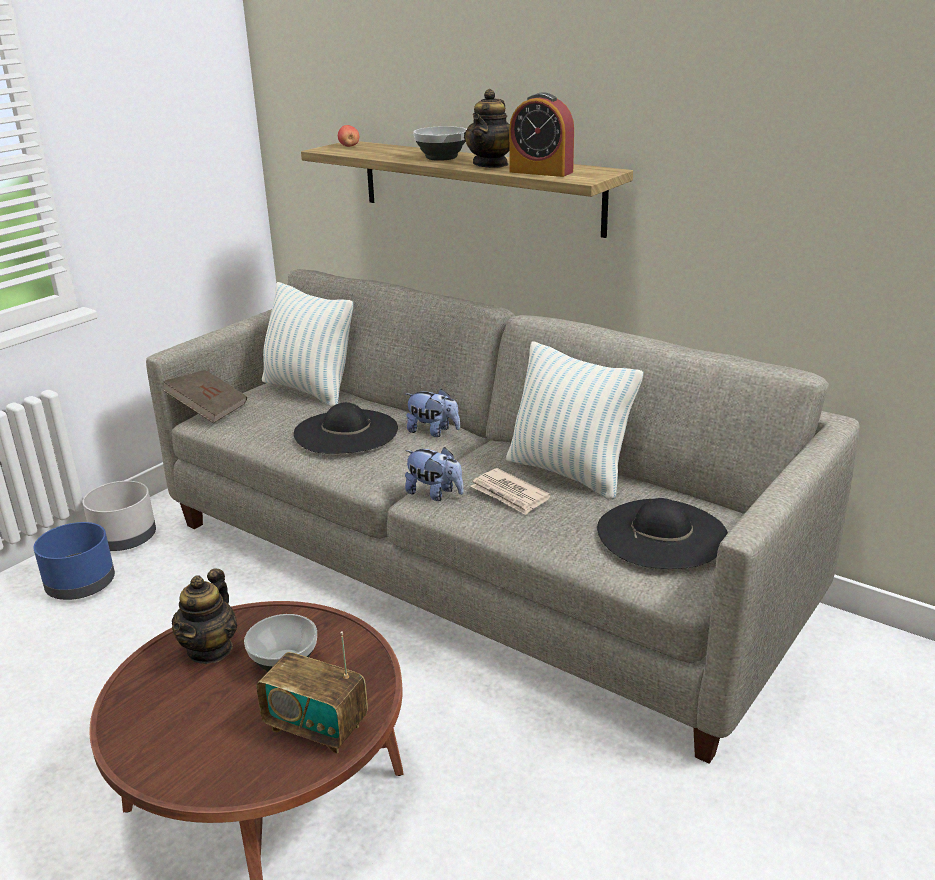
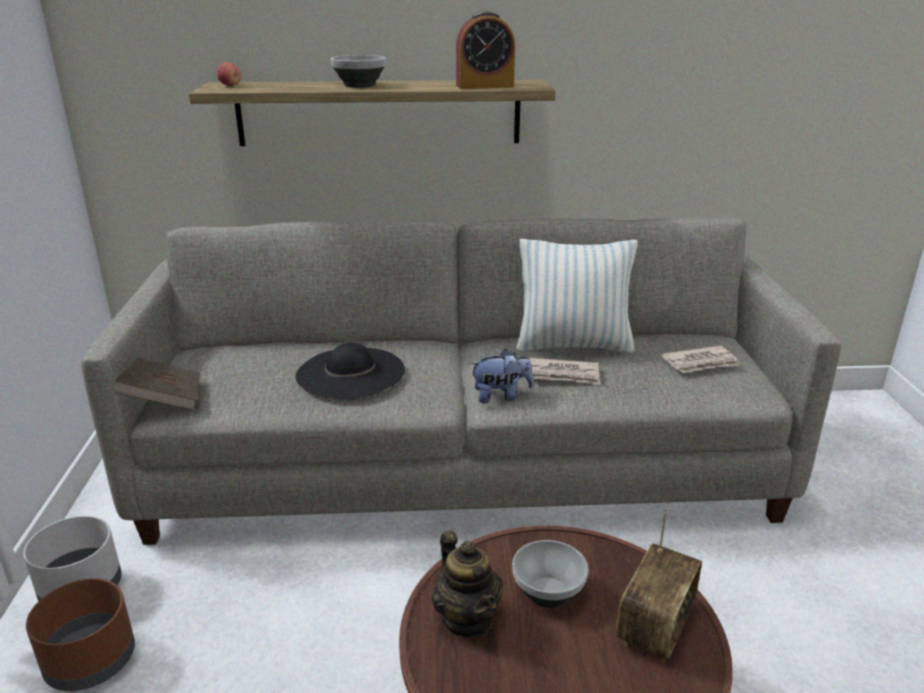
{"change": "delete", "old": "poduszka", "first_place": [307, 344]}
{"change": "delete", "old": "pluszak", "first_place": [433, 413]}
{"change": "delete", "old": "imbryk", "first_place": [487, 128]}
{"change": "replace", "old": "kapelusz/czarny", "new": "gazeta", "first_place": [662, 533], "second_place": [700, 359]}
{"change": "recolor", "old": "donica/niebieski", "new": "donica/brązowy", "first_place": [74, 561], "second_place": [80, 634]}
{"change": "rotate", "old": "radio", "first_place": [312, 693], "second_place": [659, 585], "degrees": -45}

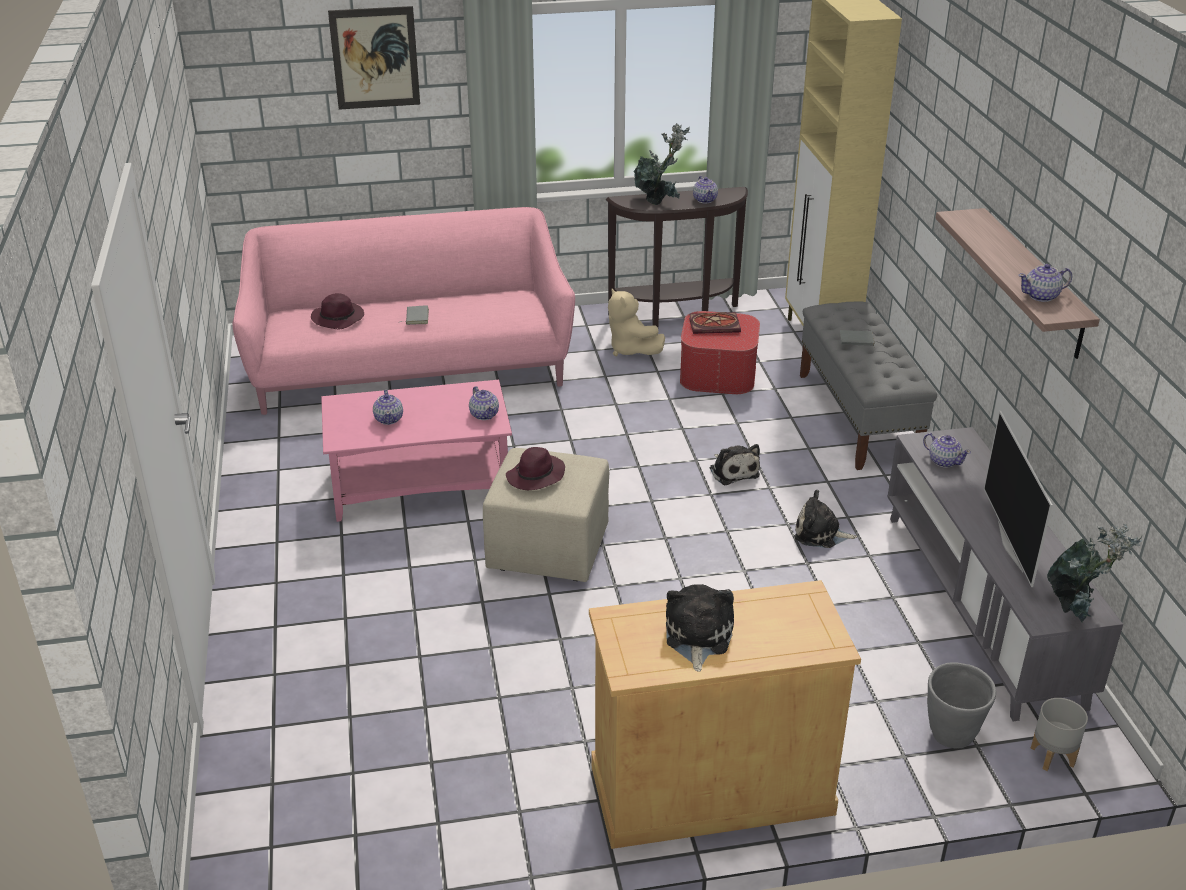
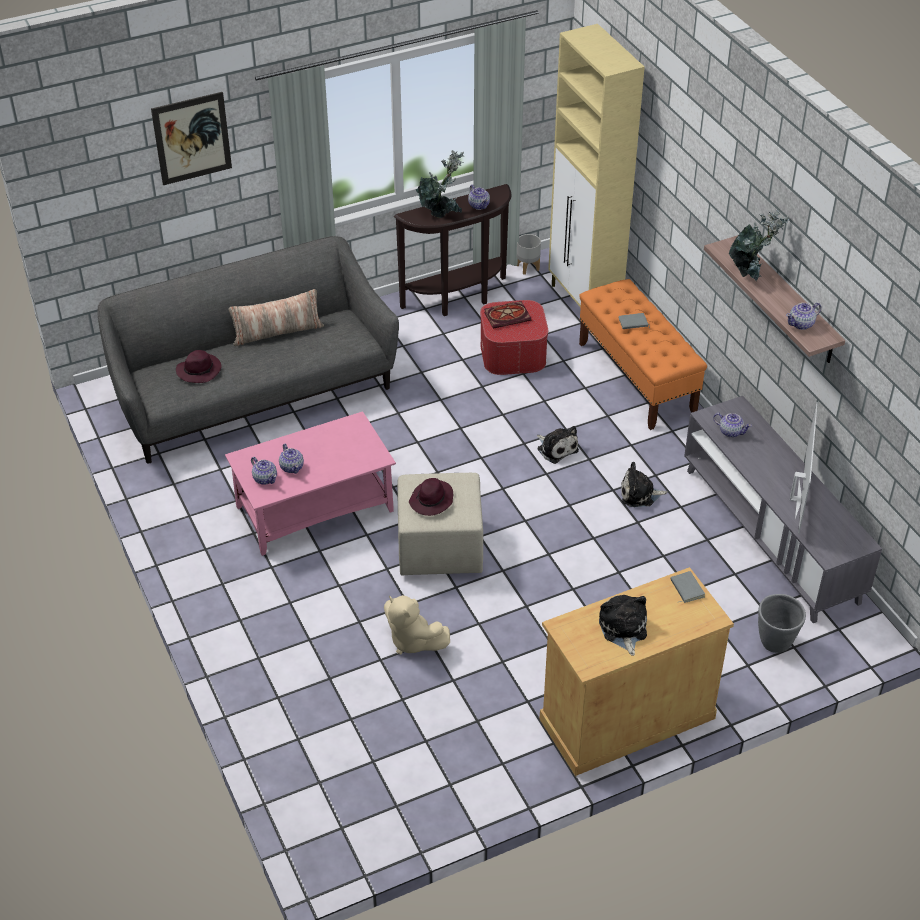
{"change": "insert", "new": "poduszka", "second_place": [276, 317]}
{"change": "move", "old": "książka/szary", "first_place": [414, 315], "second_place": [687, 587]}
{"change": "move", "old": "imbryk", "first_place": [484, 403], "second_place": [264, 471]}
{"change": "move", "old": "pluszak/beżowy", "first_place": [636, 322], "second_place": [417, 624]}
{"change": "move", "old": "donica/szary", "first_place": [1059, 734], "second_place": [529, 254]}
{"change": "move", "old": "roślina doniczkowa", "first_place": [1094, 573], "second_place": [759, 245]}
{"change": "recolor", "old": "kanapa/różowy", "new": "kanapa/szary", "first_place": [403, 311], "second_place": [248, 350]}
{"change": "recolor", "old": "ławka/szary", "new": "ławka/pomarańczowy", "first_place": [868, 385], "second_place": [643, 354]}
{"change": "rotate", "old": "telewizor", "first_place": [1018, 499], "second_place": [804, 468], "degrees": -150}

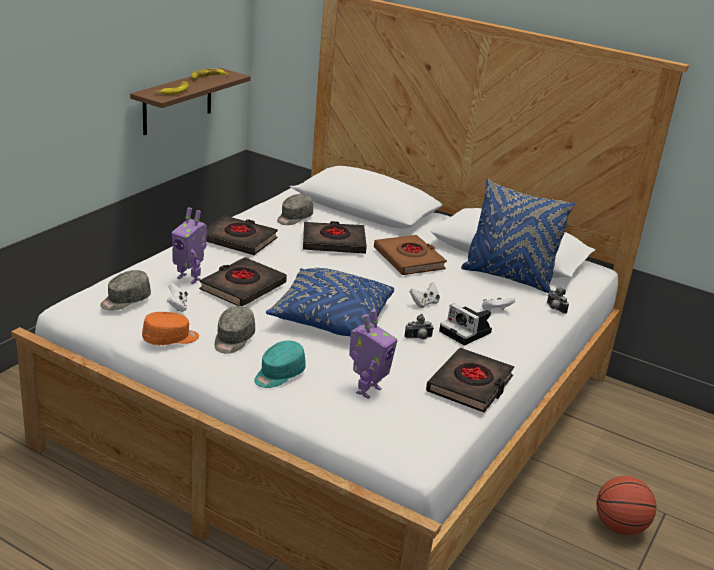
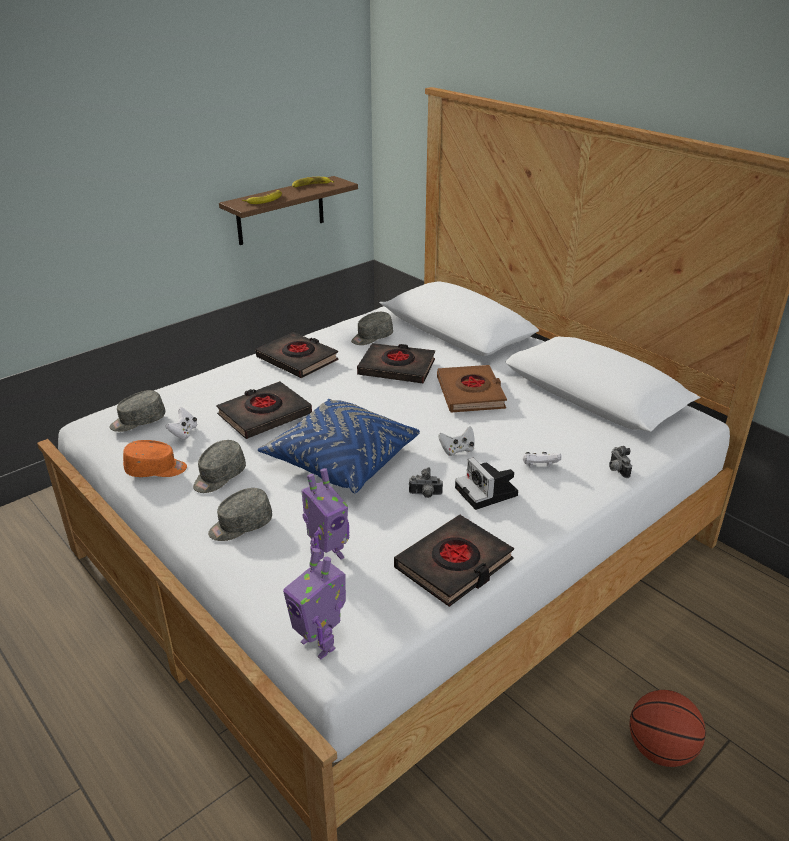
{"change": "delete", "old": "poduszka/niebieski", "first_place": [518, 236]}
{"change": "move", "old": "robot zabawkowy", "first_place": [189, 245], "second_place": [314, 604]}
{"change": "recolor", "old": "czapka z daszkiem/turkusowy", "new": "czapka z daszkiem/szary", "first_place": [279, 364], "second_place": [240, 514]}

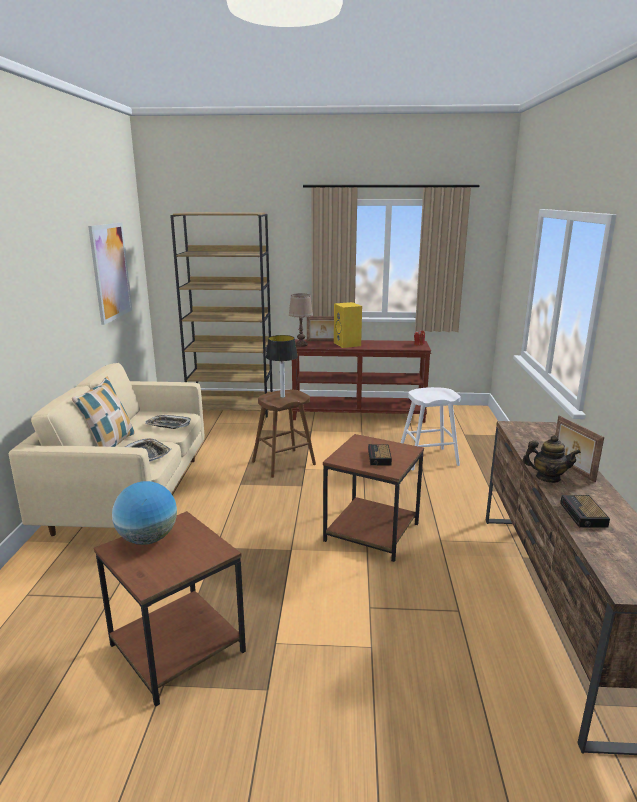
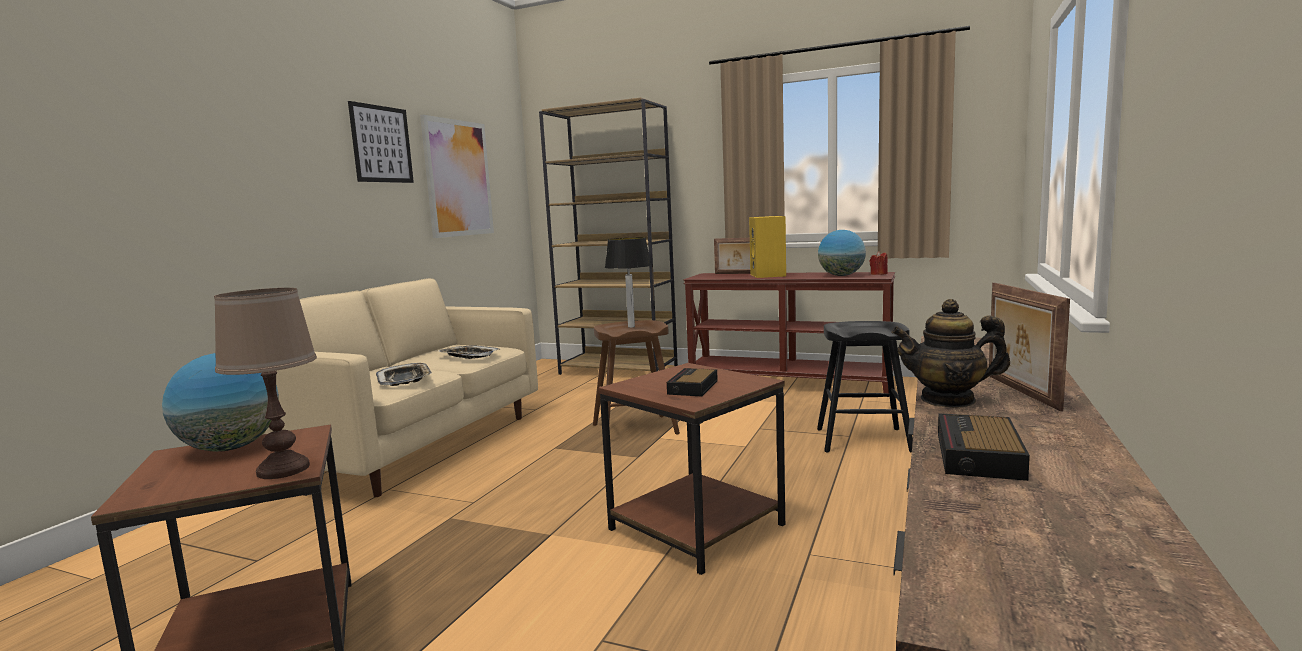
{"change": "delete", "old": "poduszka", "first_place": [103, 412]}
{"change": "insert", "new": "obraz", "second_place": [381, 142]}
{"change": "insert", "new": "globus", "second_place": [842, 253]}
{"change": "move", "old": "lampa stołowa/brązowy", "first_place": [301, 320], "second_place": [265, 383]}
{"change": "recolor", "old": "stołek/biały", "new": "stołek/czarny", "first_place": [431, 429], "second_place": [865, 387]}
{"change": "rotate", "old": "imbryk", "first_place": [552, 459], "second_place": [951, 353], "degrees": 150}

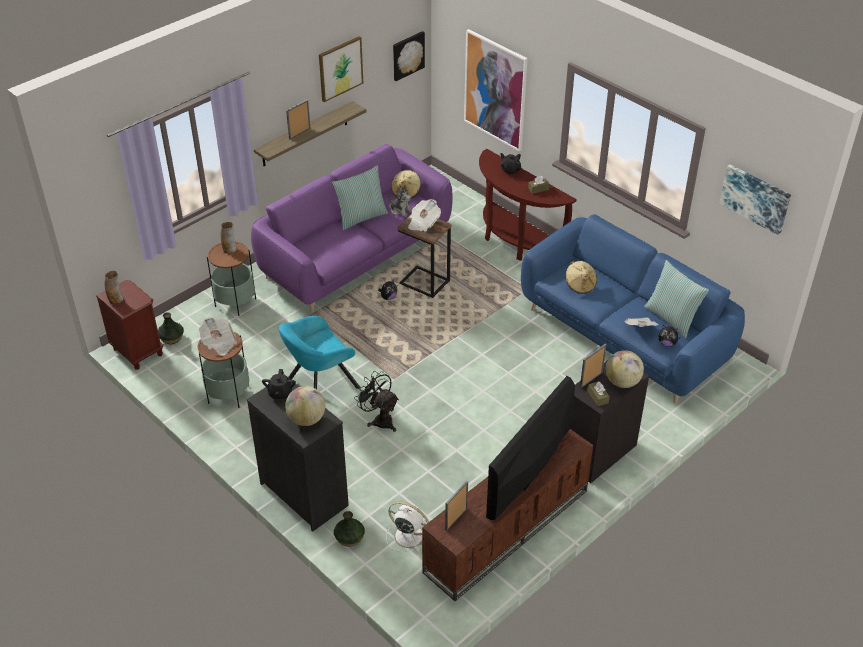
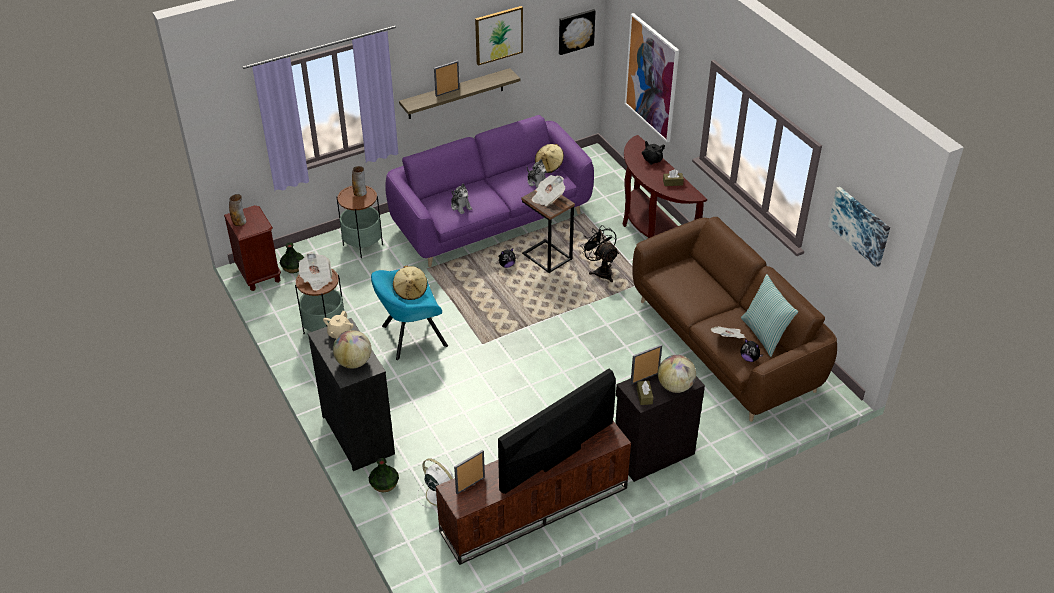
{"change": "delete", "old": "poduszka", "first_place": [360, 197]}
{"change": "insert", "new": "pluszak", "second_place": [461, 199]}
{"change": "move", "old": "wentylator/czarny", "first_place": [376, 401], "second_place": [599, 253]}
{"change": "move", "old": "kapelusz/beżowy", "first_place": [581, 277], "second_place": [410, 283]}
{"change": "recolor", "old": "imbryk/czarny", "new": "imbryk/beżowy", "first_place": [279, 384], "second_place": [338, 325]}
{"change": "recolor", "old": "kanapa/niebieski", "new": "kanapa/brązowy", "first_place": [633, 309], "second_place": [734, 319]}

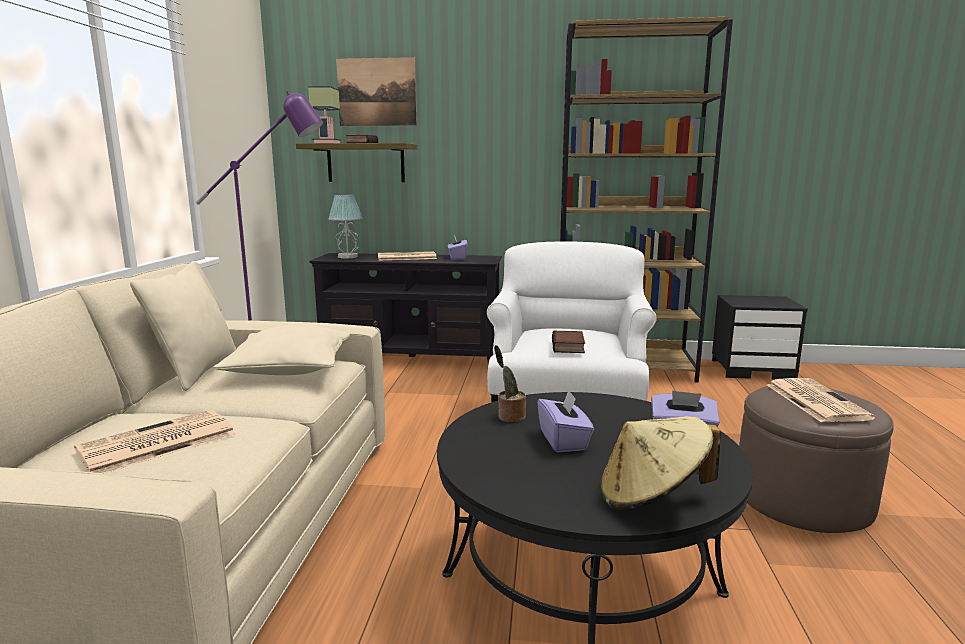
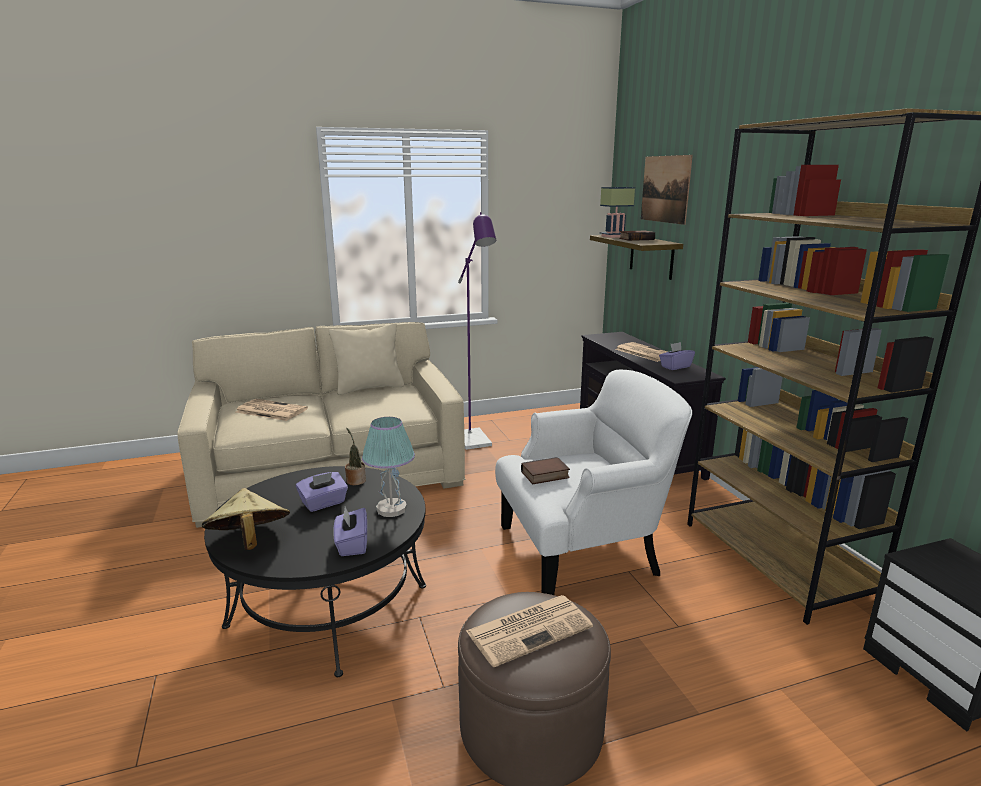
{"change": "delete", "old": "poduszka/beżowy", "first_place": [282, 350]}
{"change": "move", "old": "lampa stołowa", "first_place": [346, 226], "second_place": [388, 467]}

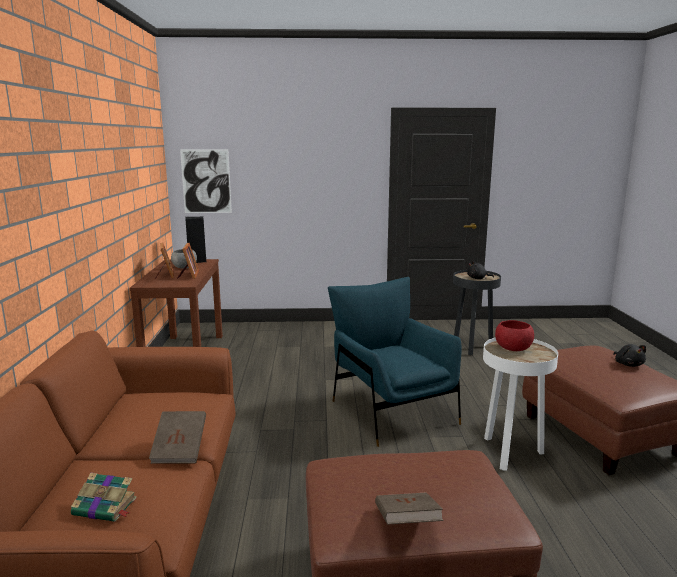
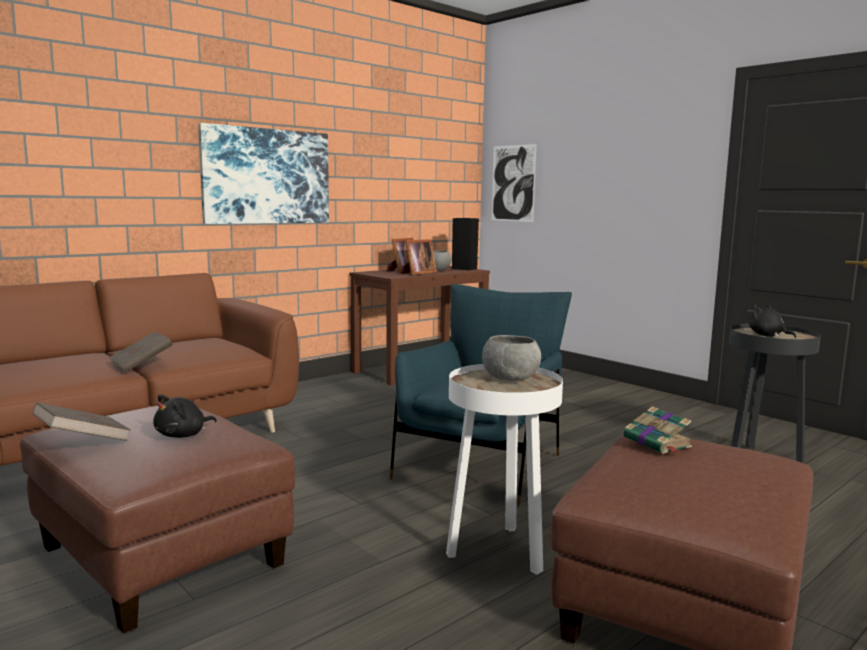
{"change": "insert", "new": "obraz", "second_place": [263, 173]}
{"change": "move", "old": "książka", "first_place": [104, 497], "second_place": [658, 430]}
{"change": "move", "old": "pluszak/czarny", "first_place": [629, 355], "second_place": [185, 416]}
{"change": "recolor", "old": "miska/czerwony", "new": "miska/szary", "first_place": [514, 335], "second_place": [511, 358]}

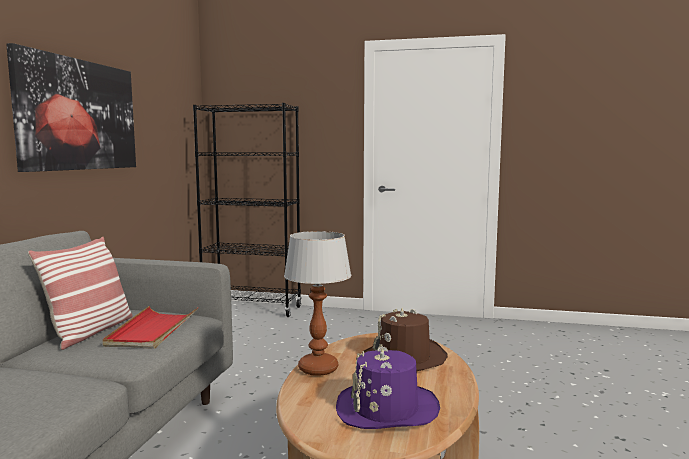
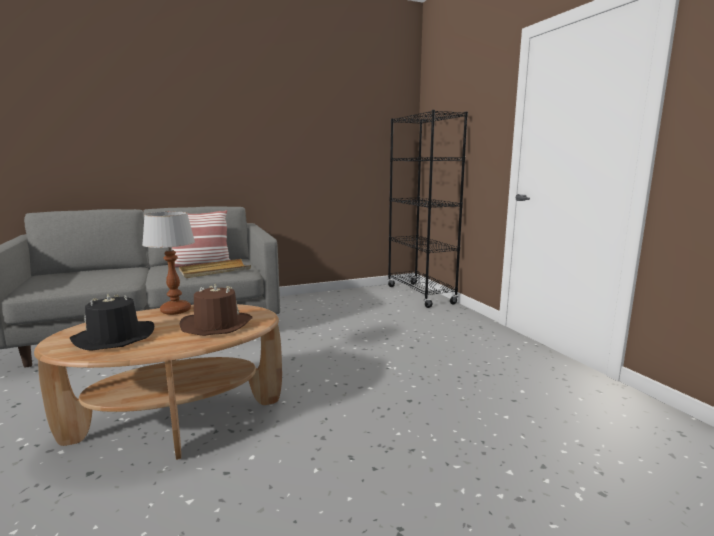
{"change": "delete", "old": "obraz", "first_place": [71, 107]}
{"change": "recolor", "old": "taca/czerwony", "new": "taca/beżowy", "first_place": [150, 327], "second_place": [215, 268]}
{"change": "recolor", "old": "kapelusz/fioletowy", "new": "kapelusz/czarny", "first_place": [388, 387], "second_place": [112, 322]}

